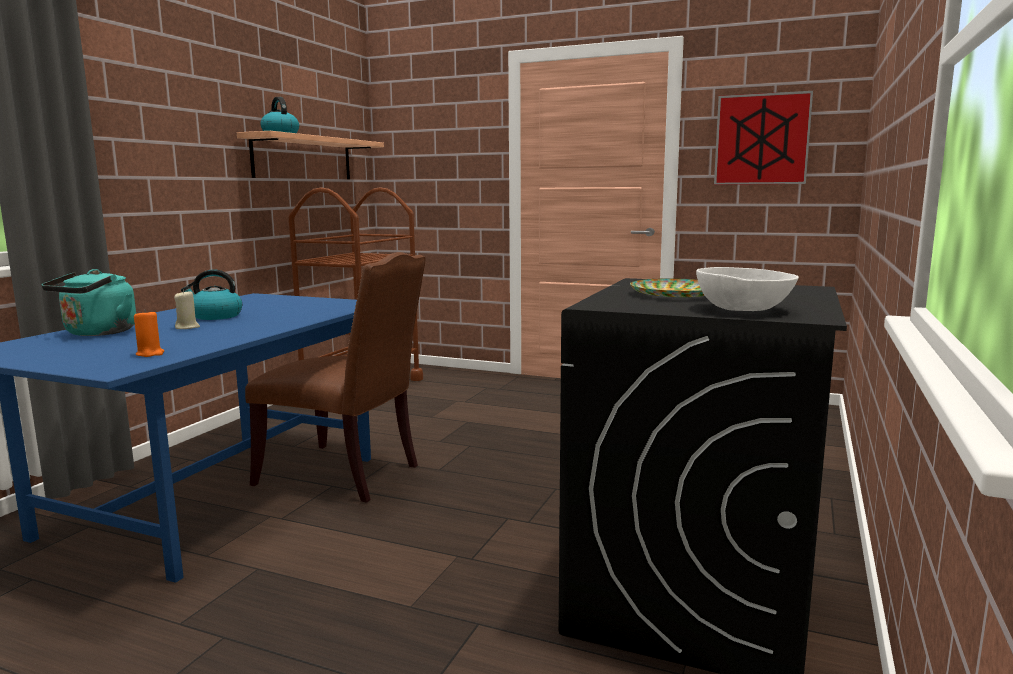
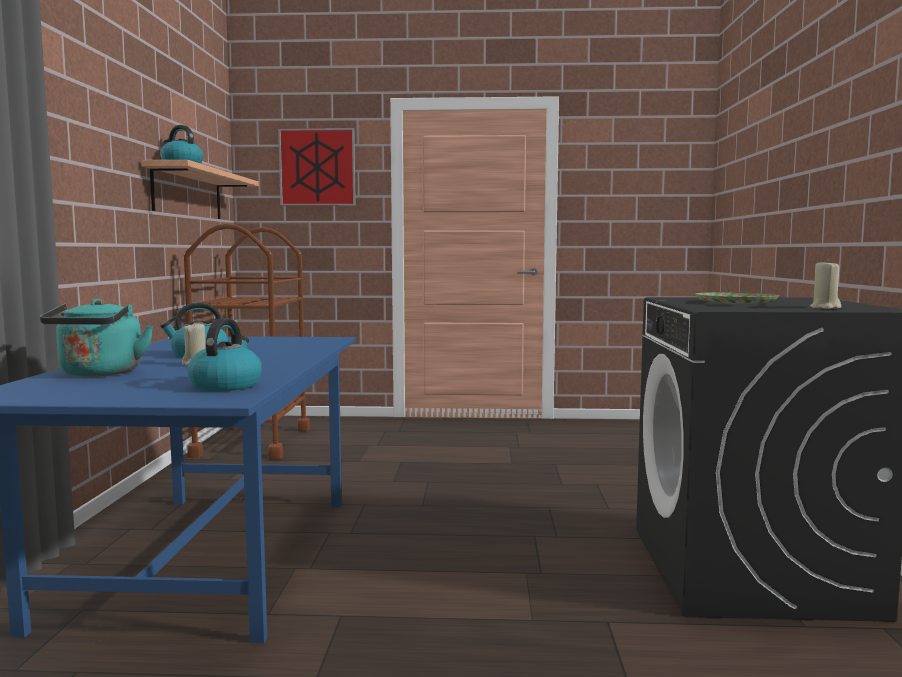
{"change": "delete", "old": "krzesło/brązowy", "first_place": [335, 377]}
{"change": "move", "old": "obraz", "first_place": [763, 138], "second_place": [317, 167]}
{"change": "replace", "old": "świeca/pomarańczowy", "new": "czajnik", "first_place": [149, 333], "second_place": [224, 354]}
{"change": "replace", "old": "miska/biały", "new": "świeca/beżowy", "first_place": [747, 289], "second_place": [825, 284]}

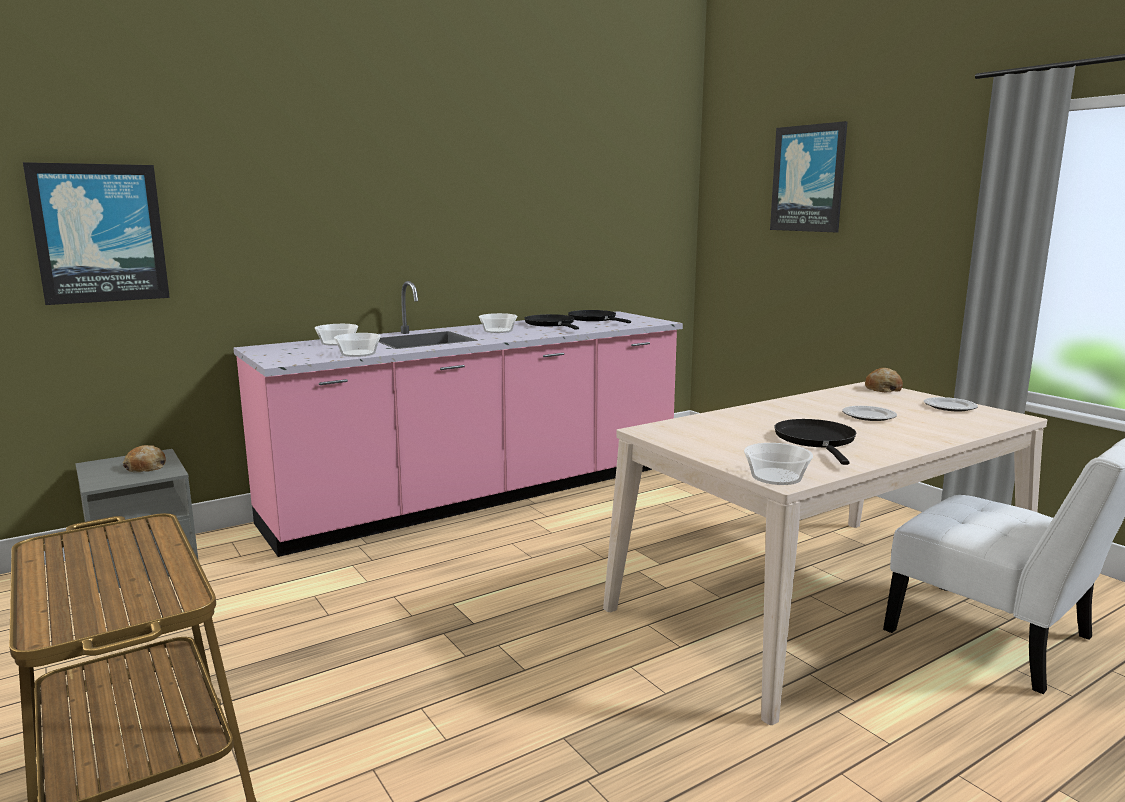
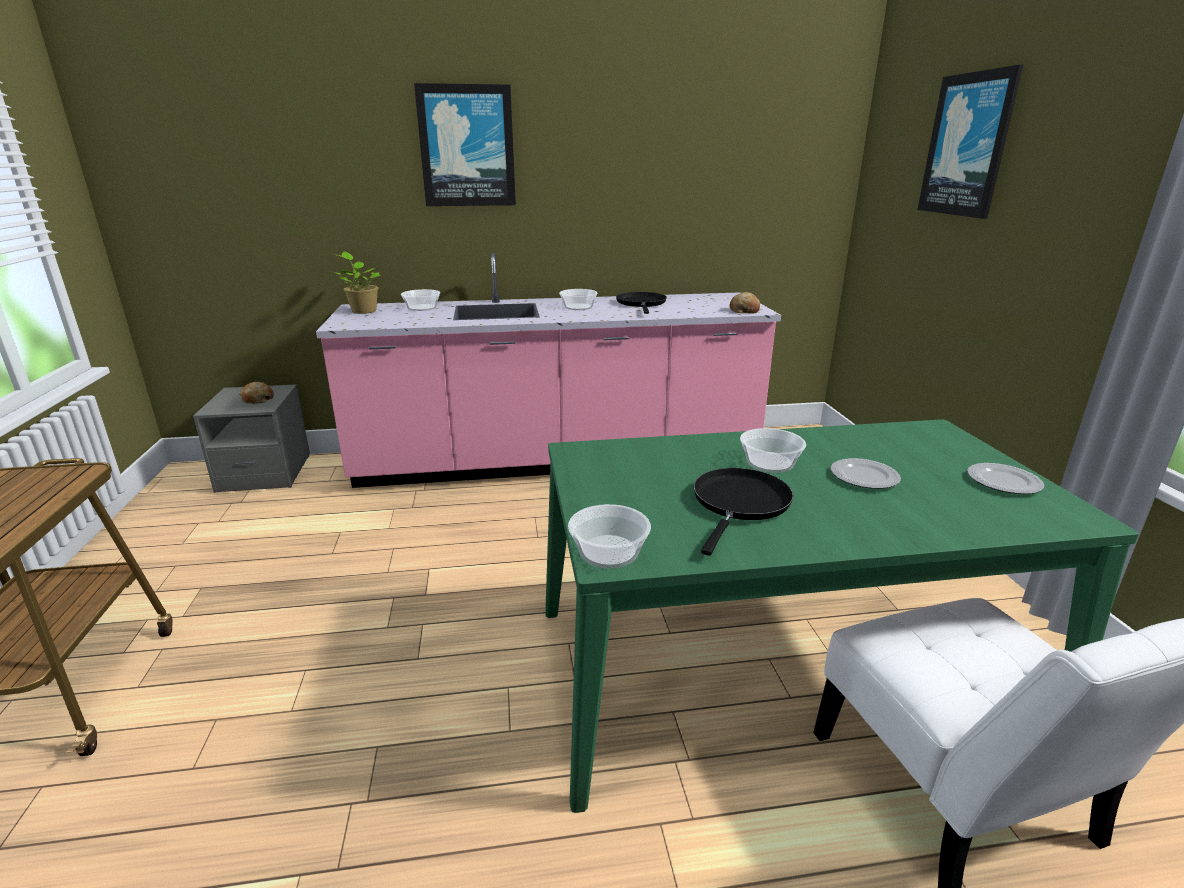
{"change": "delete", "old": "patelnia/czarny", "first_place": [599, 316]}
{"change": "insert", "new": "roślina doniczkowa", "second_place": [356, 282]}
{"change": "move", "old": "obraz", "first_place": [96, 233], "second_place": [465, 144]}
{"change": "move", "old": "miska", "first_place": [357, 345], "second_place": [773, 450]}
{"change": "move", "old": "chleb", "first_place": [884, 380], "second_place": [745, 303]}
{"change": "recolor", "old": "stół jadalny/beżowy", "new": "stół jadalny/zielony", "first_place": [825, 553], "second_place": [842, 616]}

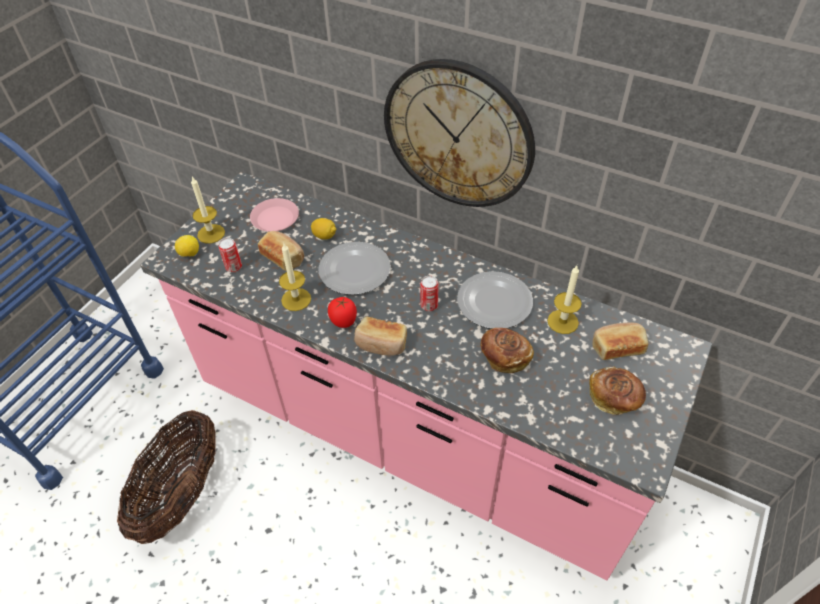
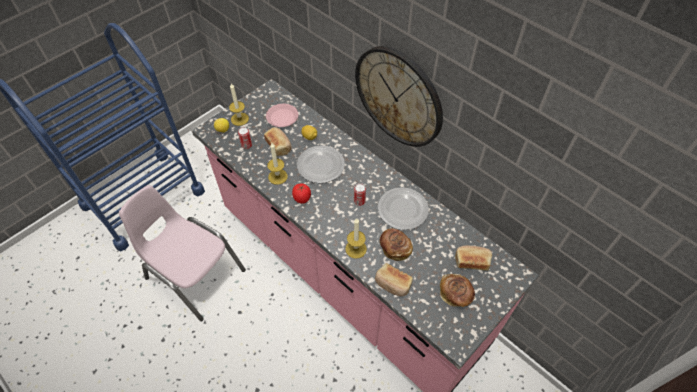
{"change": "move", "old": "chleb", "first_place": [380, 336], "second_place": [394, 279]}
{"change": "move", "old": "świeca", "first_place": [564, 300], "second_place": [356, 238]}
{"change": "replace", "old": "koszyk", "new": "krzesło/różowy", "first_place": [166, 477], "second_place": [182, 253]}

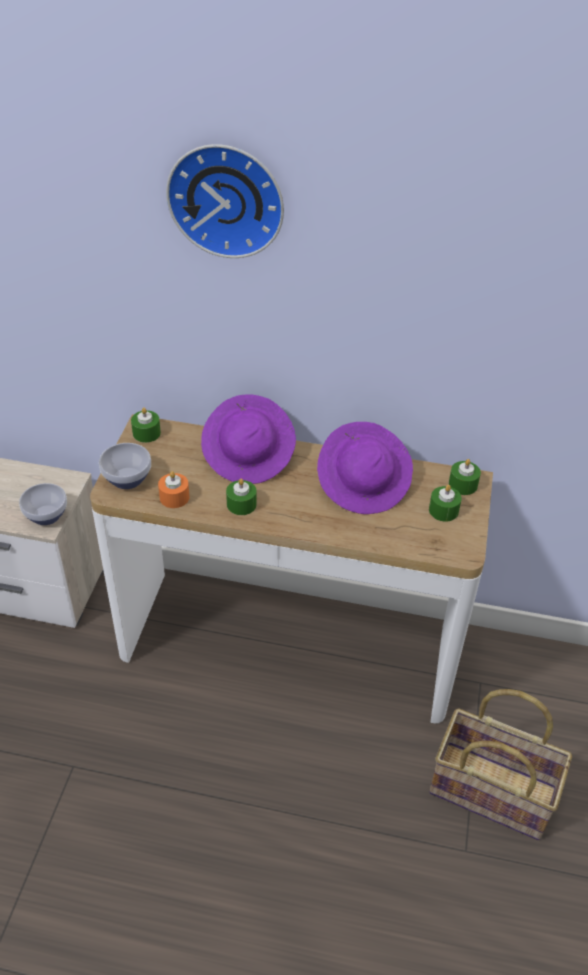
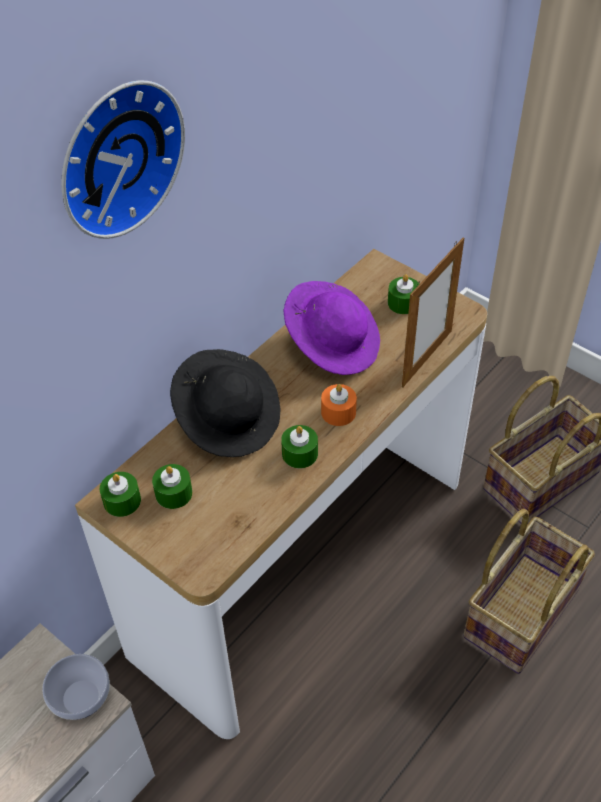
{"change": "delete", "old": "miska", "first_place": [125, 466]}
{"change": "insert", "new": "ramka na zdjęcie", "second_place": [433, 312]}
{"change": "insert", "new": "koszyk", "second_place": [529, 591]}
{"change": "move", "old": "świeca/pomarańczowy", "first_place": [174, 489], "second_place": [339, 405]}
{"change": "move", "old": "świeca/zielony", "first_place": [465, 477], "second_place": [172, 486]}
{"change": "recolor", "old": "kapelusz/fioletowy", "new": "kapelusz/czarny", "first_place": [248, 439], "second_place": [225, 403]}

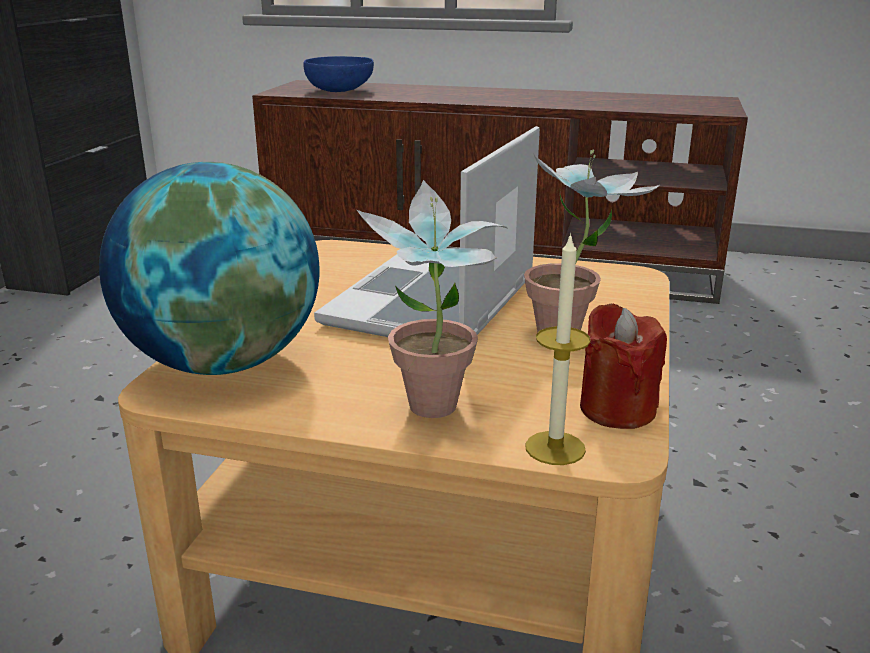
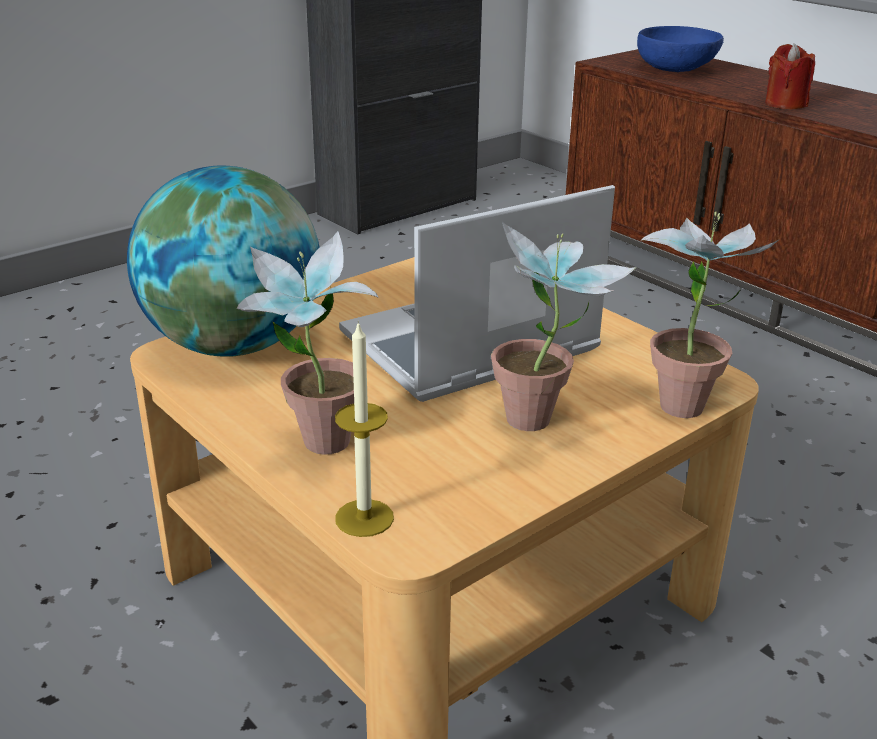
{"change": "insert", "new": "roślina doniczkowa", "second_place": [711, 315]}
{"change": "move", "old": "świeca/czerwony", "first_place": [623, 366], "second_place": [790, 76]}

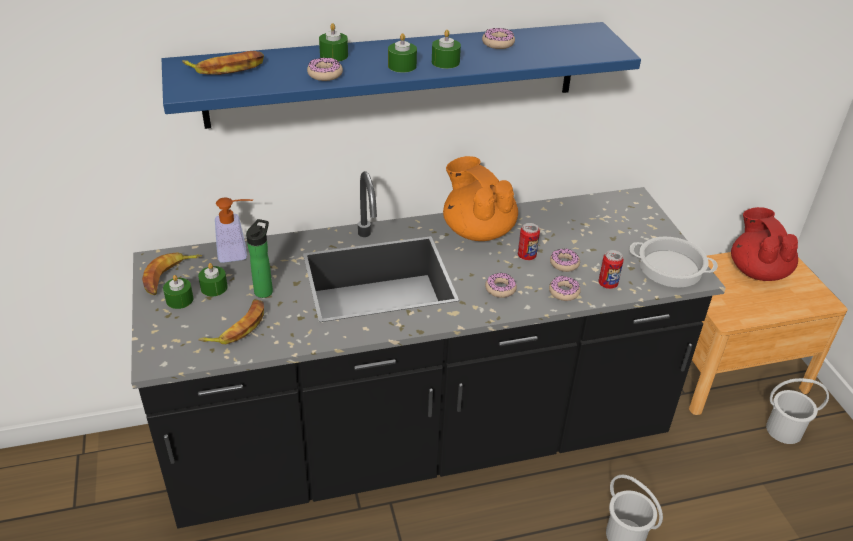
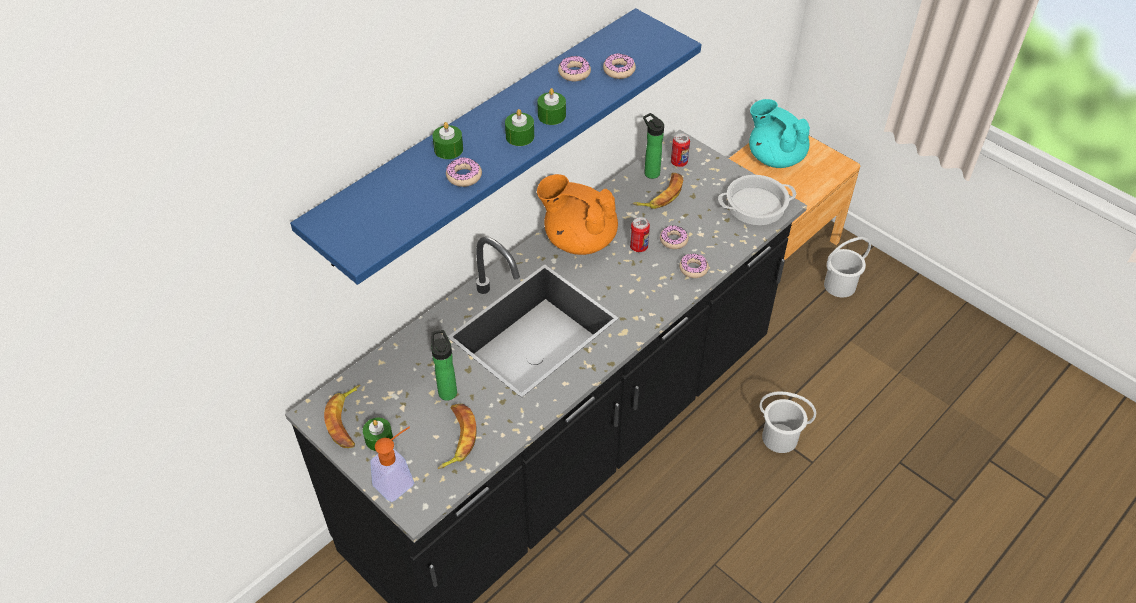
{"change": "delete", "old": "świeca/zielony", "first_place": [213, 279]}
{"change": "insert", "new": "butelka", "second_place": [653, 146]}
{"change": "move", "old": "banan", "first_place": [223, 63], "second_place": [658, 191]}
{"change": "move", "old": "dozownik mydła", "first_place": [234, 230], "second_place": [392, 464]}
{"change": "move", "old": "donut", "first_place": [501, 285], "second_place": [619, 66]}
{"change": "move", "old": "puszka", "first_place": [611, 269], "second_place": [680, 150]}
{"change": "recolor", "old": "imbryk/czerwony", "new": "imbryk/turkusowy", "first_place": [764, 244], "second_place": [779, 133]}

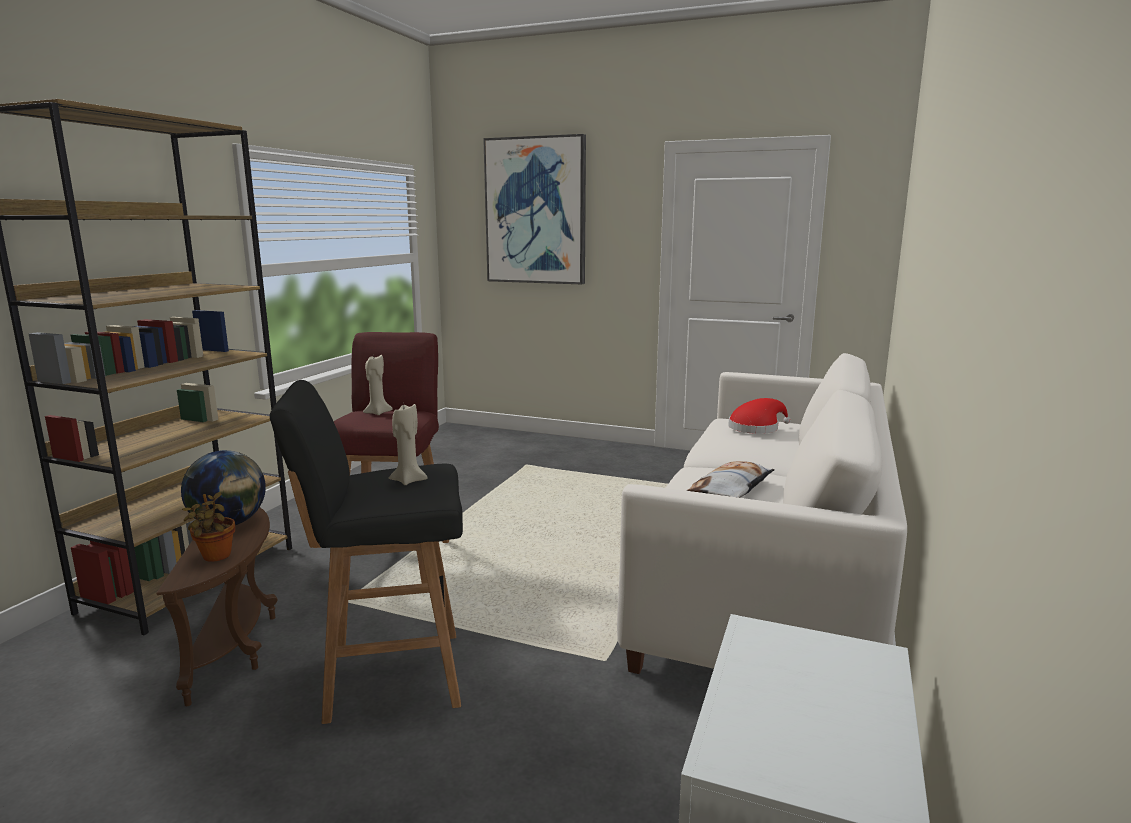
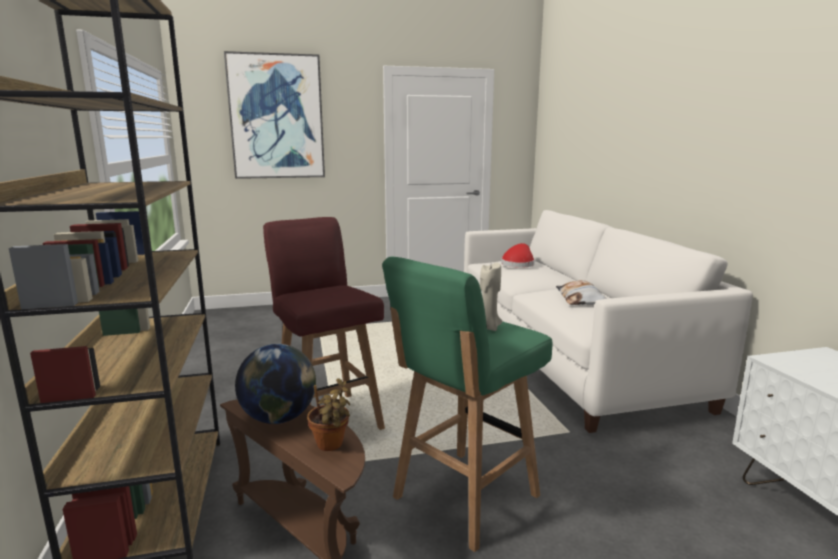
{"change": "delete", "old": "świeca/beżowy", "first_place": [378, 384]}
{"change": "recolor", "old": "stołek/czarny", "new": "stołek/zielony", "first_place": [366, 552], "second_place": [467, 404]}

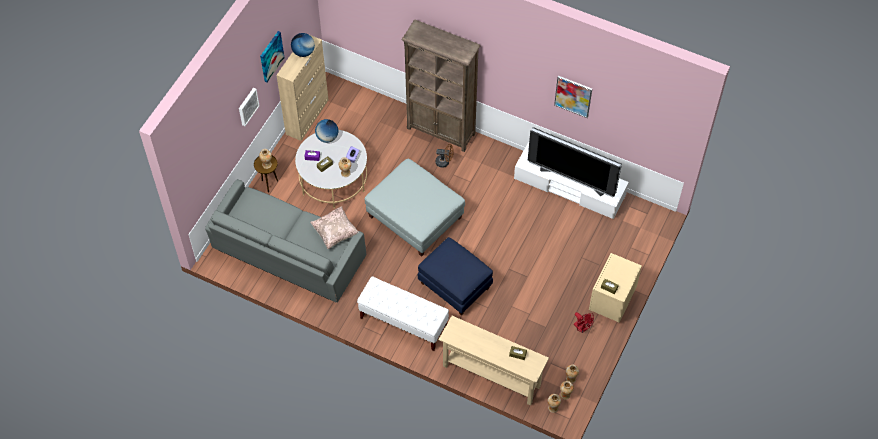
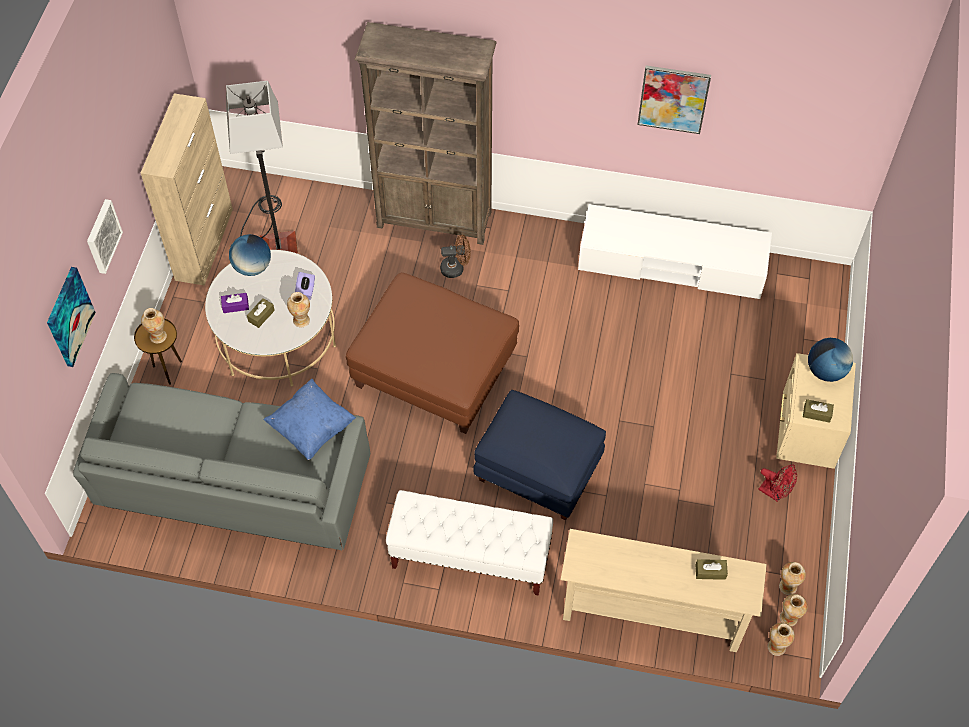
{"change": "delete", "old": "telewizor", "first_place": [575, 162]}
{"change": "insert", "new": "lampa stojąca", "second_place": [262, 167]}
{"change": "move", "old": "obraz", "first_place": [272, 56], "second_place": [71, 317]}
{"change": "move", "old": "globus", "first_place": [303, 45], "second_place": [830, 360]}
{"change": "recolor", "old": "poduszka/beżowy", "new": "poduszka/niebieski", "first_place": [334, 227], "second_place": [309, 419]}
{"change": "recolor", "old": "pufa/szary", "new": "pufa/brązowy", "first_place": [415, 208], "second_place": [432, 353]}

